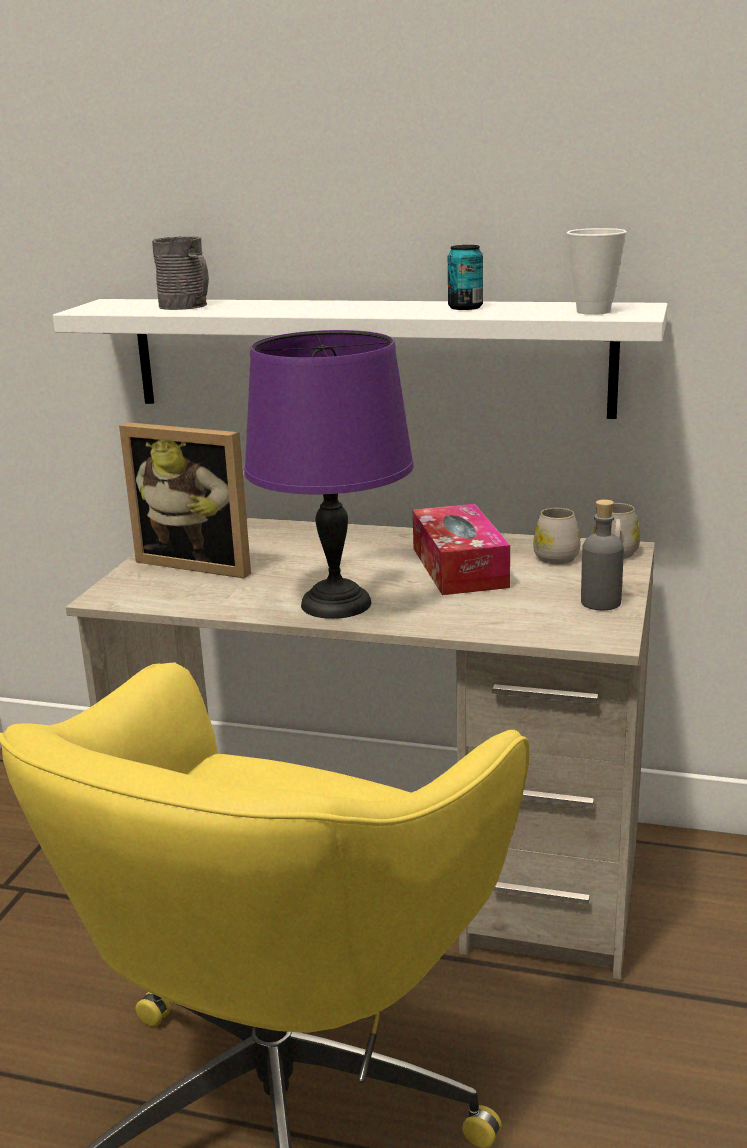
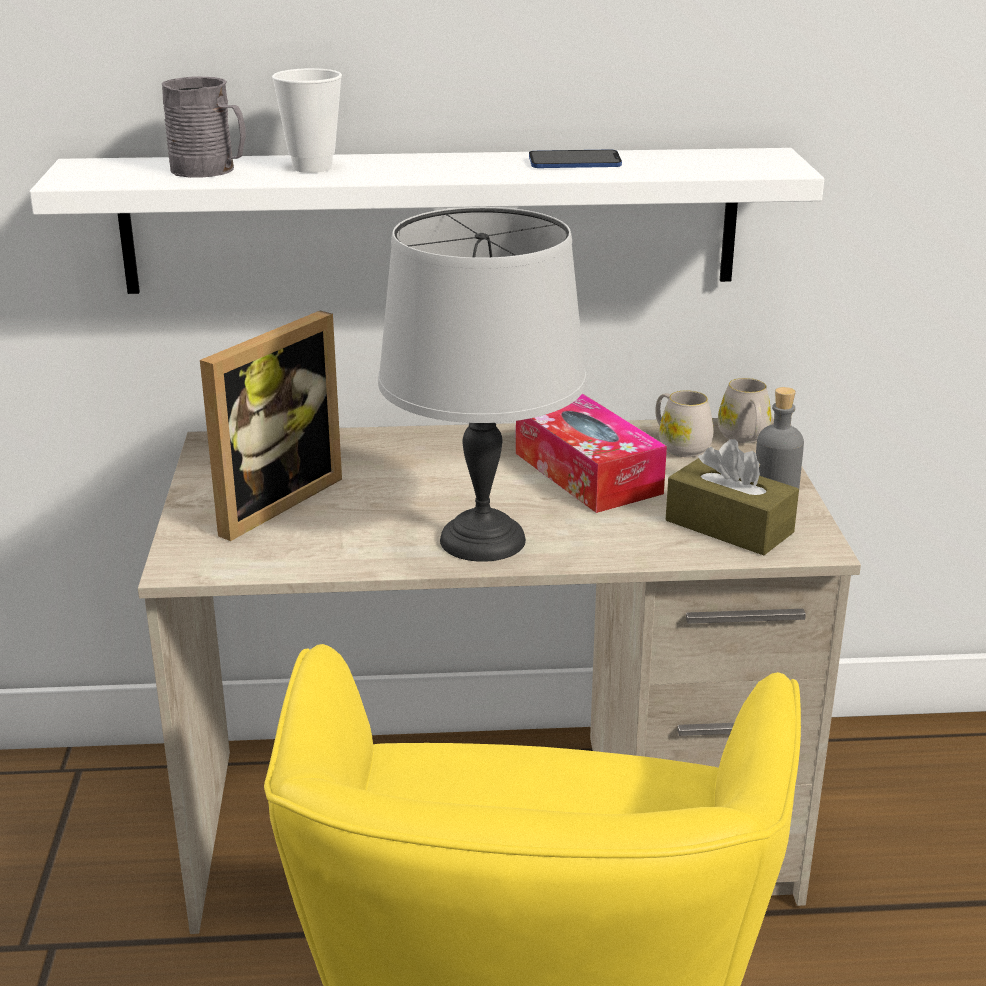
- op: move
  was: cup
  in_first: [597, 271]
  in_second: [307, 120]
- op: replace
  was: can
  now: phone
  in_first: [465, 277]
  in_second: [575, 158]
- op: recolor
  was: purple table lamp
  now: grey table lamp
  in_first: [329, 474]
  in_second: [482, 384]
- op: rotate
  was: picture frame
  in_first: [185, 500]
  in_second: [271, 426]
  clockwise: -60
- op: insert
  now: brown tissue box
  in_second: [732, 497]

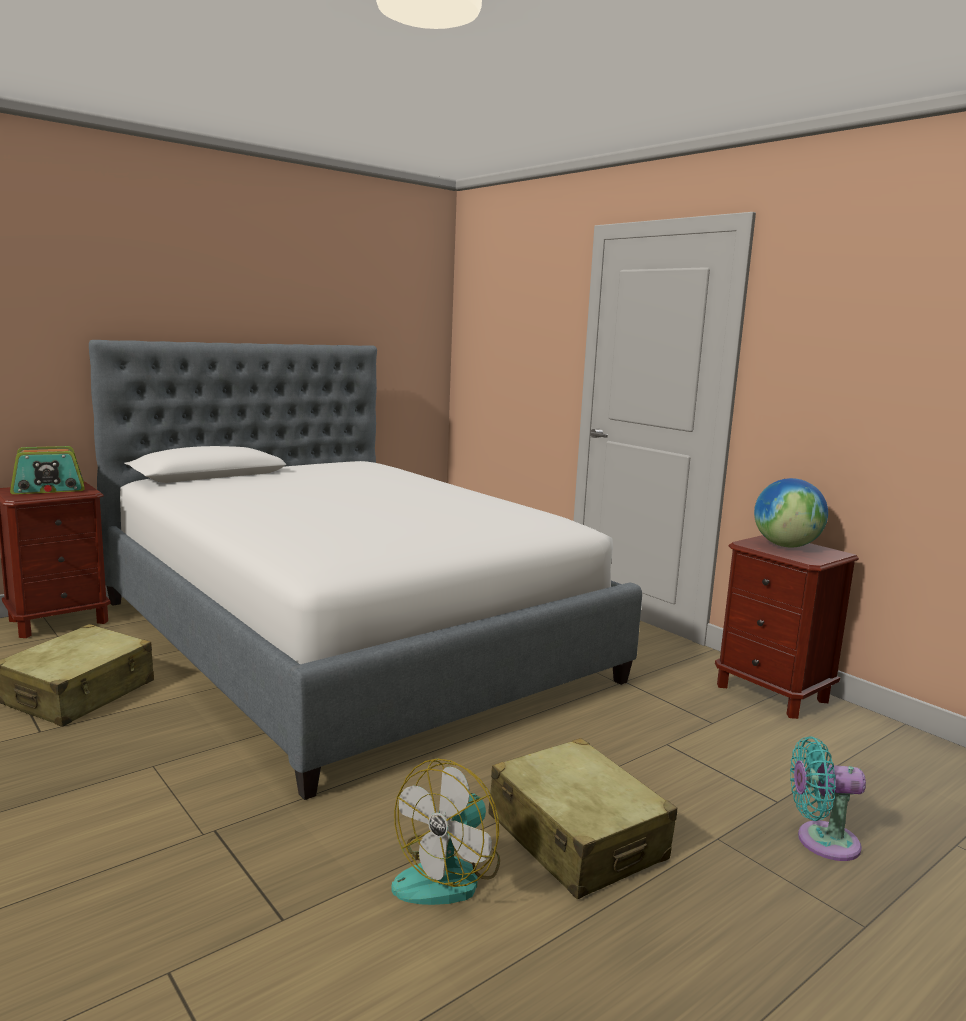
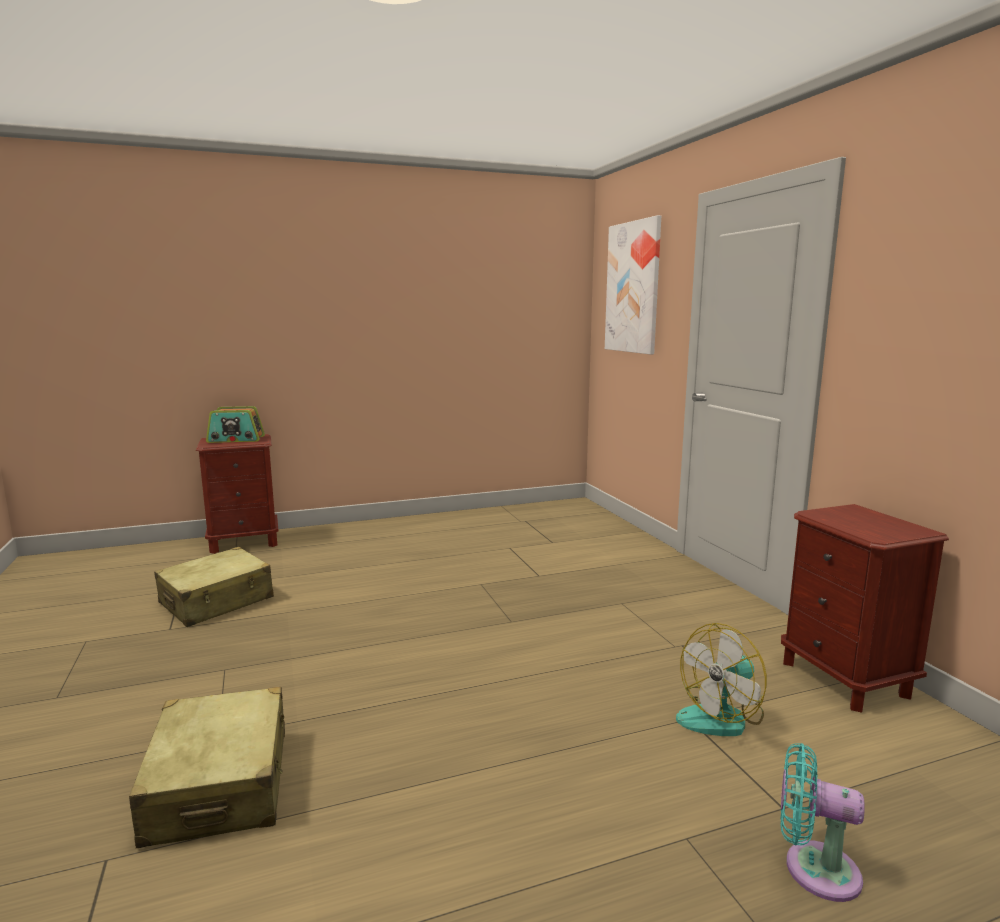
- op: delete
  was: bed
  in_first: [365, 570]
- op: delete
  was: globe
  in_first: [791, 513]
- op: move
  was: beige suitcase
  in_first: [582, 818]
  in_second: [207, 767]
- op: move
  was: fan
  in_first: [445, 831]
  in_second: [721, 679]
- op: insert
  now: picture
  in_second: [633, 284]

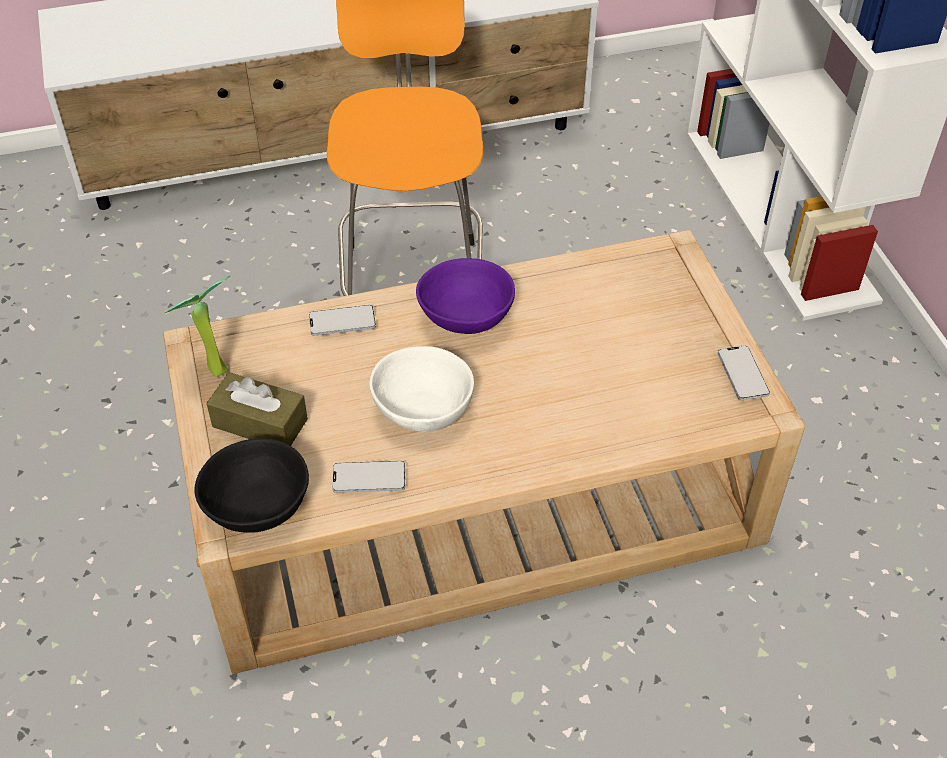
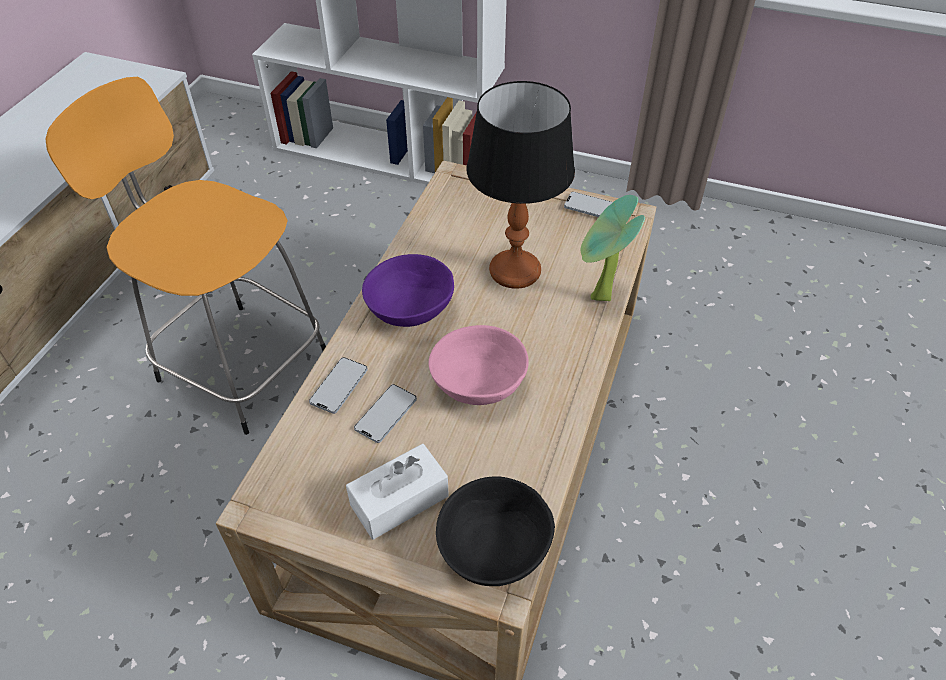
- op: move
  was: potted plant
  in_first: [197, 327]
  in_second: [613, 248]
- op: recolor
  was: white bowl
  now: pink bowl
  in_first: [422, 389]
  in_second: [479, 365]
- op: recolor
  was: brown tissue box
  now: white tissue box
  in_first: [257, 409]
  in_second: [397, 492]
- op: move
  was: phone
  in_first: [368, 477]
  in_second: [385, 413]
- op: insert
  now: table lamp
  in_second: [520, 185]

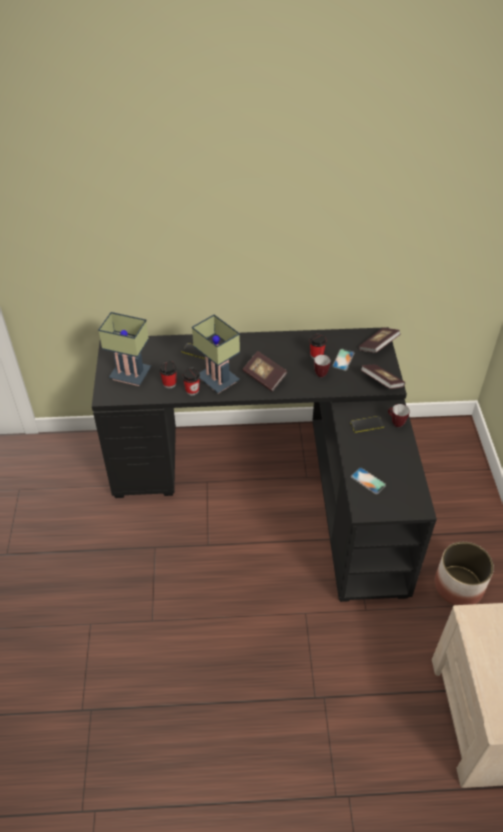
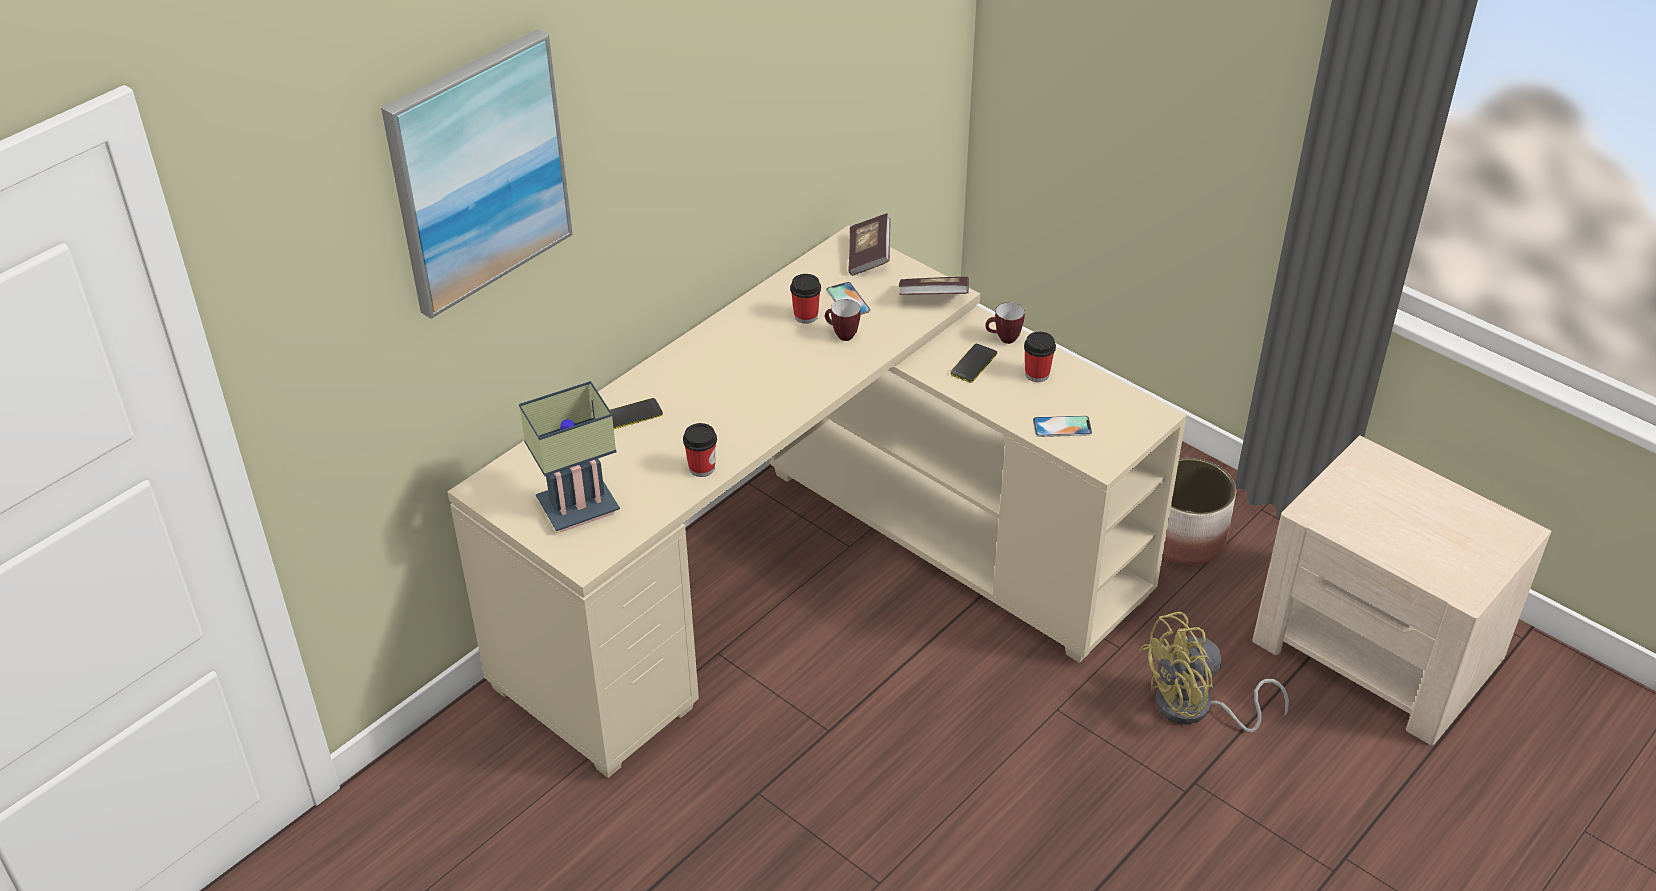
- op: delete
  was: table lamp
  in_first: [216, 354]
- op: recolor
  was: black desk
  now: beige desk
  in_first: [264, 464]
  in_second: [817, 502]
- op: delete
  was: book
  in_first: [264, 371]
- op: move
  was: cup
  in_first: [168, 374]
  in_second: [1040, 357]
- op: insert
  now: picture
  in_second: [477, 174]
- op: insert
  now: yellow fan
  in_second: [1214, 672]

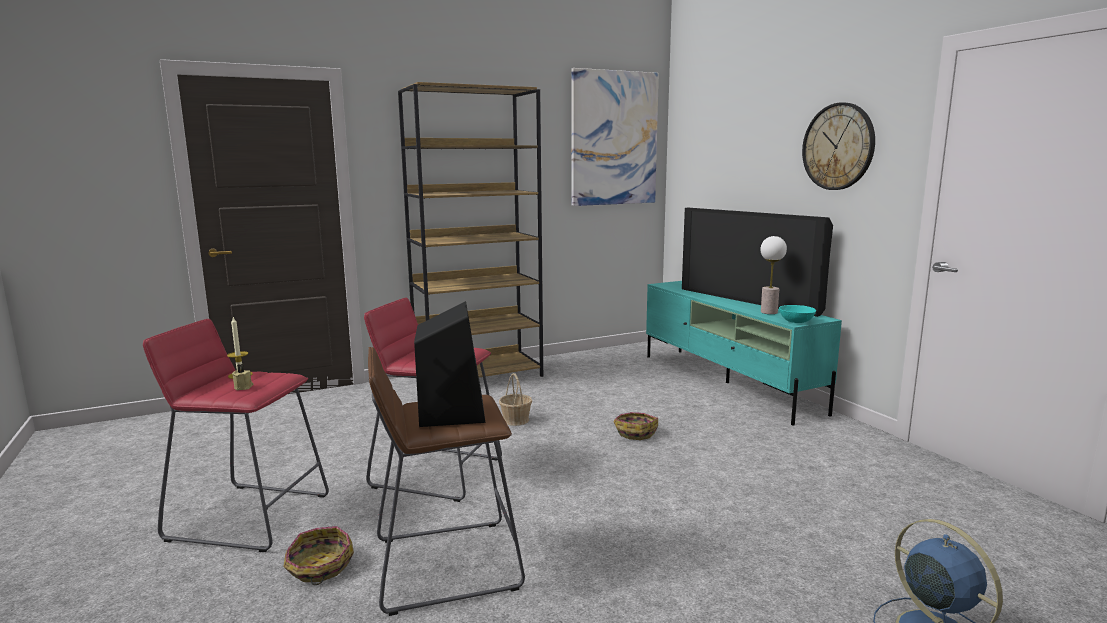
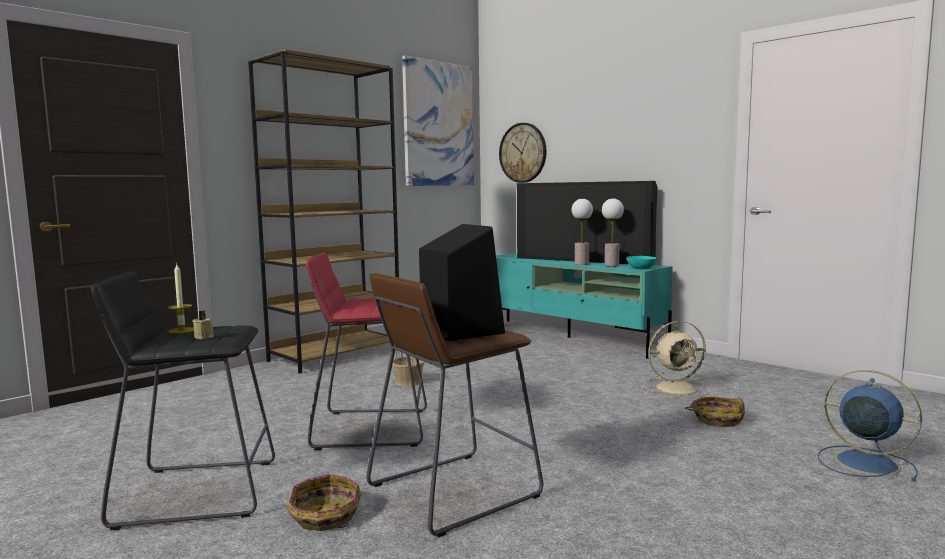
- op: move
  was: wall clock
  in_first: [838, 146]
  in_second: [523, 153]
- op: recolor
  was: red stool
  now: black stool
  in_first: [236, 435]
  in_second: [183, 401]
- op: move
  was: basket
  in_first: [636, 426]
  in_second: [715, 412]
- op: insert
  now: table lamp
  in_second: [582, 232]
- op: insert
  now: beige fan
  in_second: [675, 359]

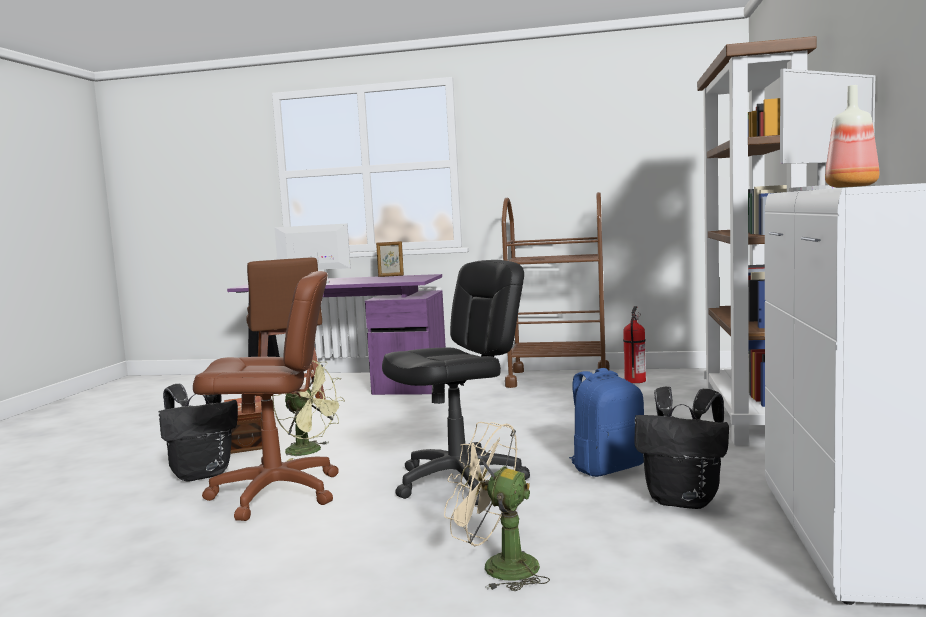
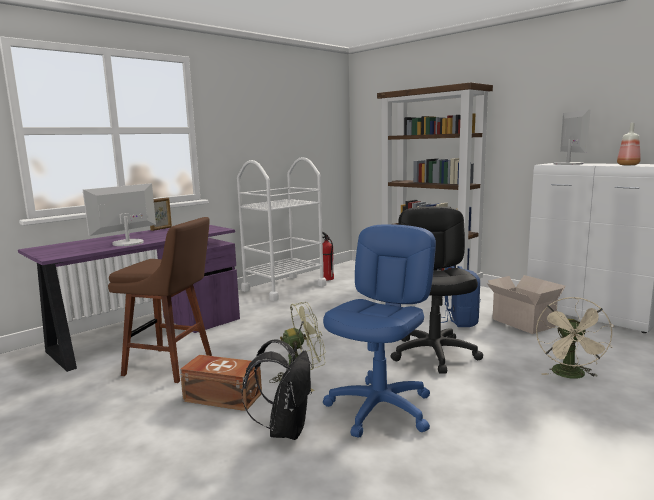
- op: recolor
  was: brown cart
  now: white cart
  in_first: [555, 290]
  in_second: [282, 229]
- op: recolor
  was: brown office chair
  now: blue office chair
  in_first: [266, 396]
  in_second: [379, 330]
- op: replace
  was: black backpack
  now: cardboard box
  in_first: [682, 448]
  in_second: [526, 304]
- op: rotate
  was: beige fan
  in_first: [497, 506]
  in_second: [575, 338]
  clockwise: -45

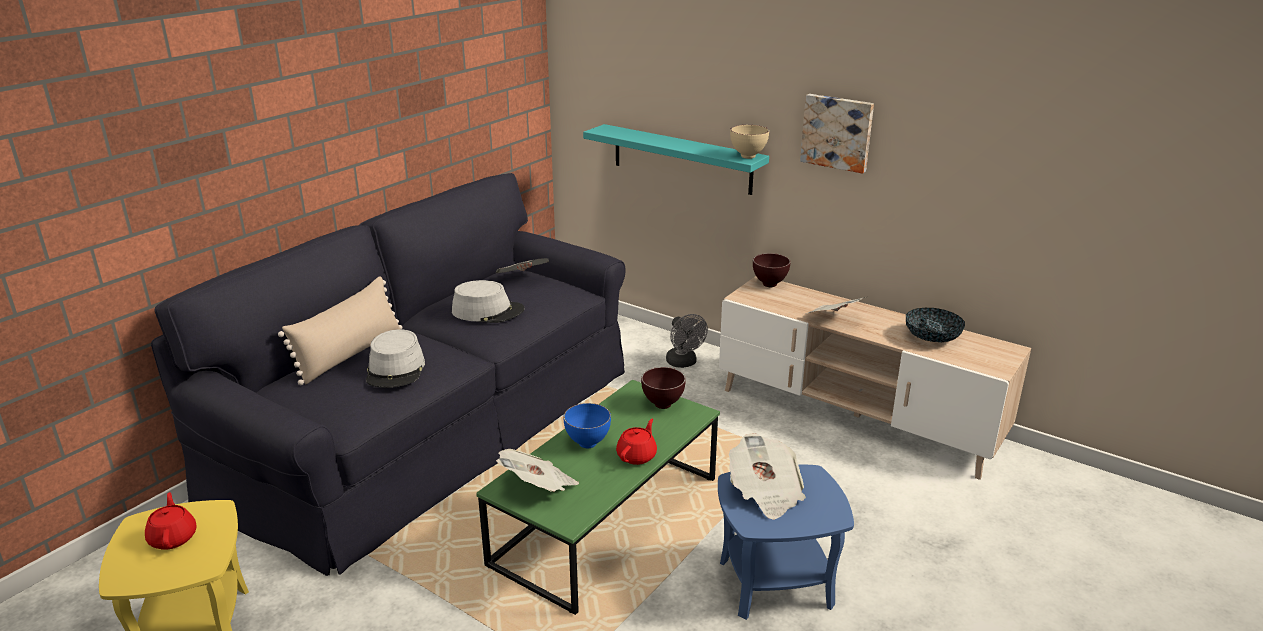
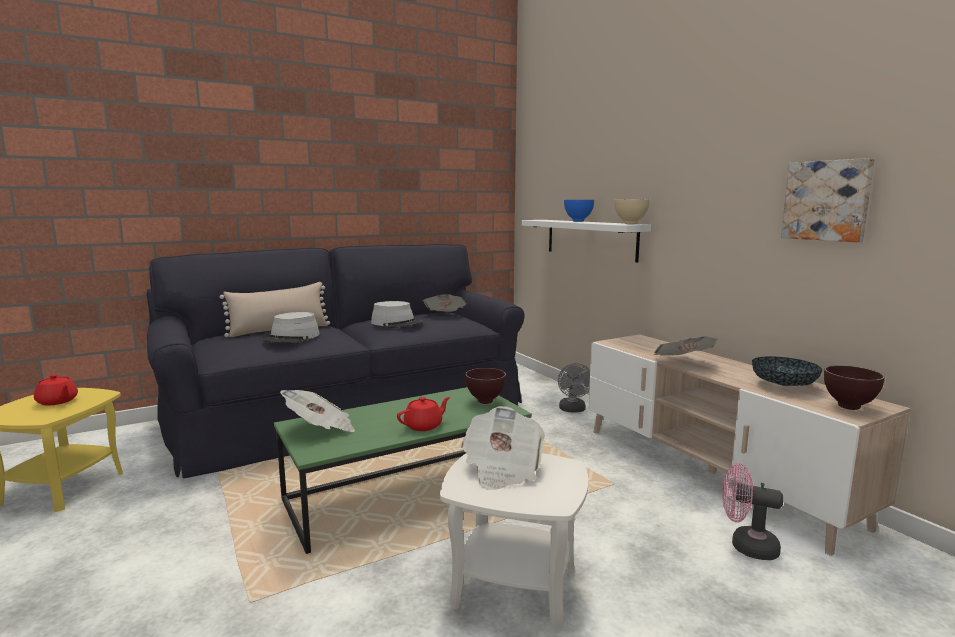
- op: move
  was: picture
  in_first: [837, 134]
  in_second: [827, 200]
- op: recolor
  was: turquoise shelf
  now: white shelf
  in_first: [676, 159]
  in_second: [586, 241]
- op: move
  was: brown bowl
  in_first: [771, 270]
  in_second: [854, 387]
- op: move
  was: blue bowl
  in_first: [587, 425]
  in_second: [579, 211]
- op: recolor
  was: blue side table
  now: white side table
  in_first: [786, 542]
  in_second: [514, 542]
- op: rotate
  was: red teapot
  in_first: [171, 521]
  in_second: [56, 390]
  clockwise: 120
- op: insert
  now: pink fan
  in_second: [752, 511]

